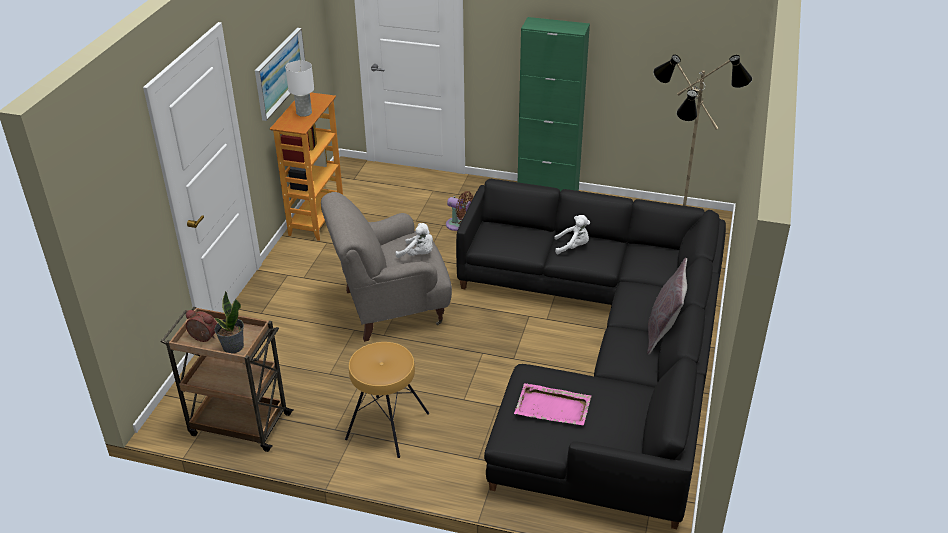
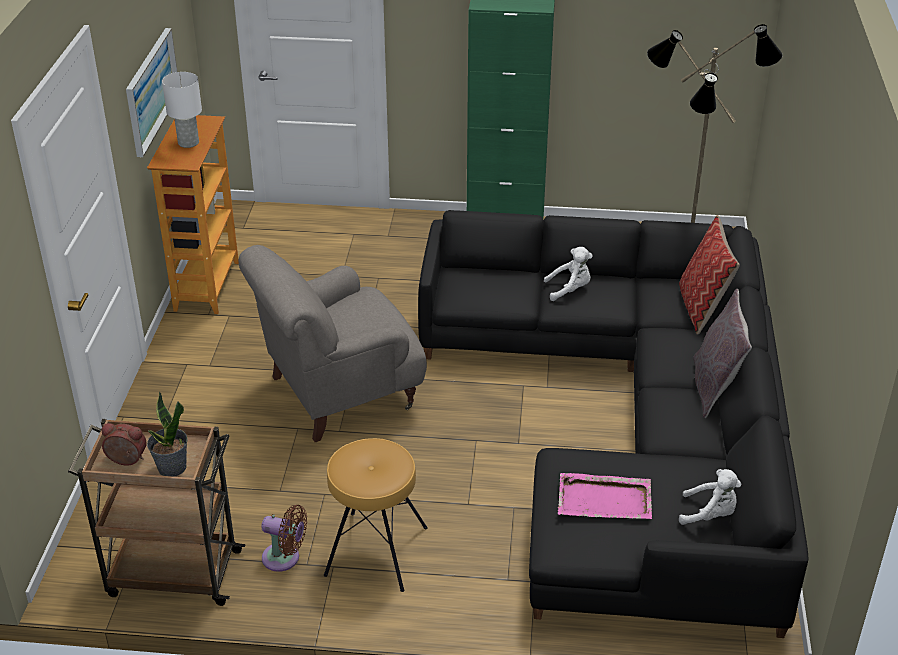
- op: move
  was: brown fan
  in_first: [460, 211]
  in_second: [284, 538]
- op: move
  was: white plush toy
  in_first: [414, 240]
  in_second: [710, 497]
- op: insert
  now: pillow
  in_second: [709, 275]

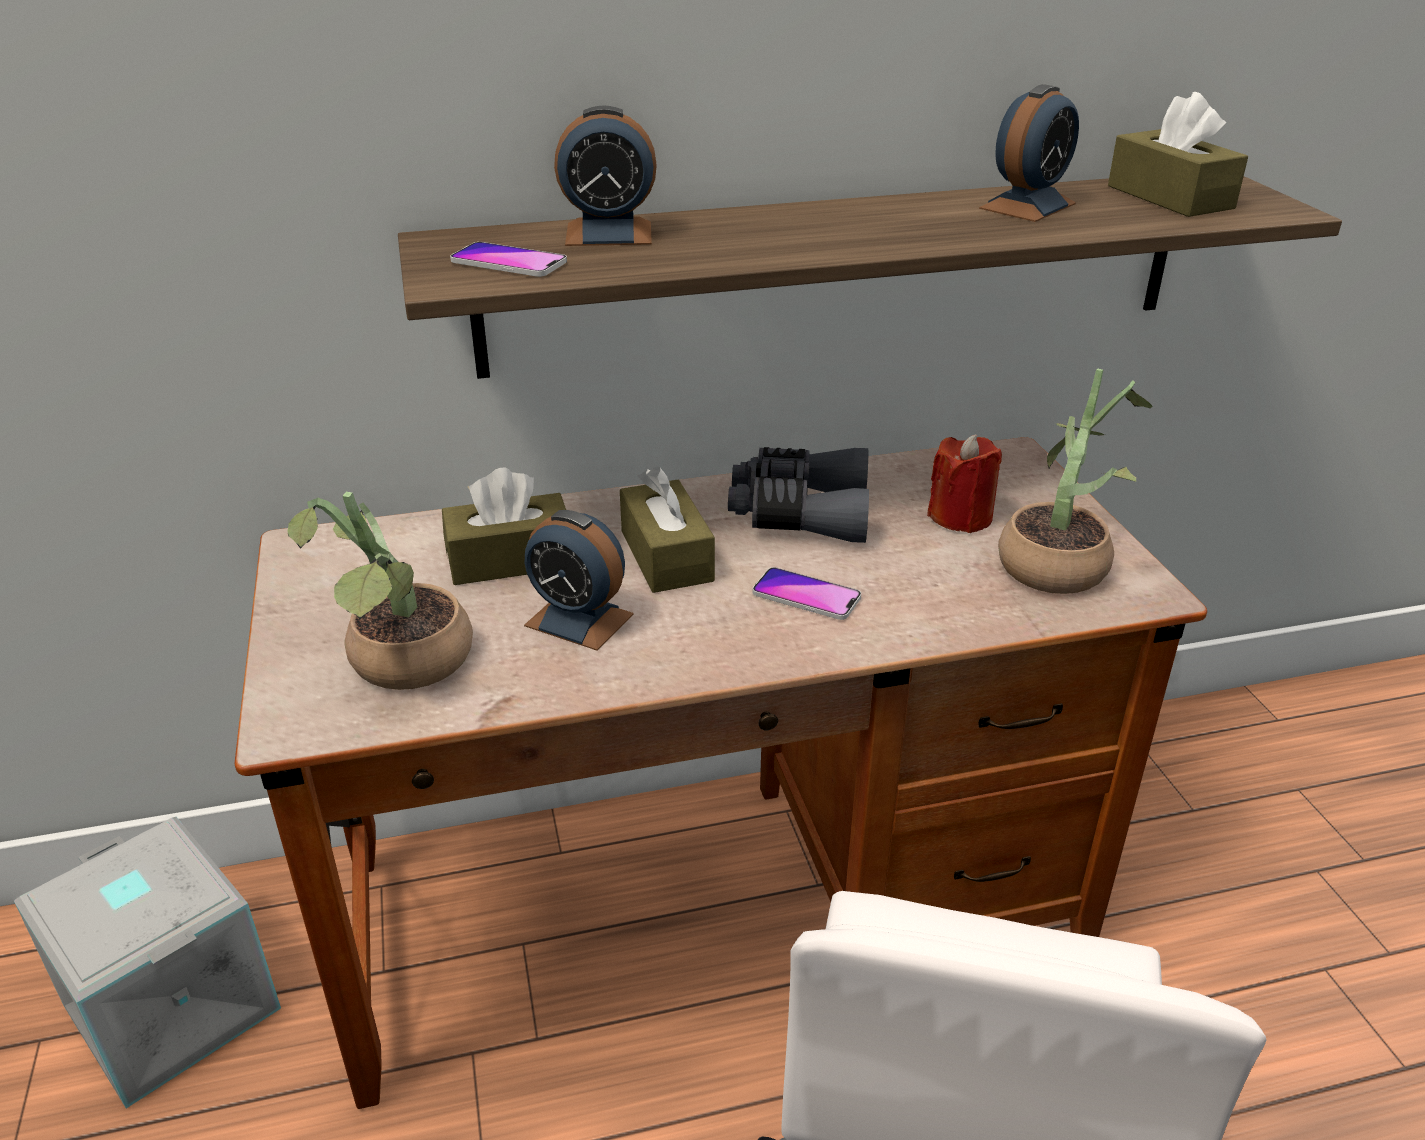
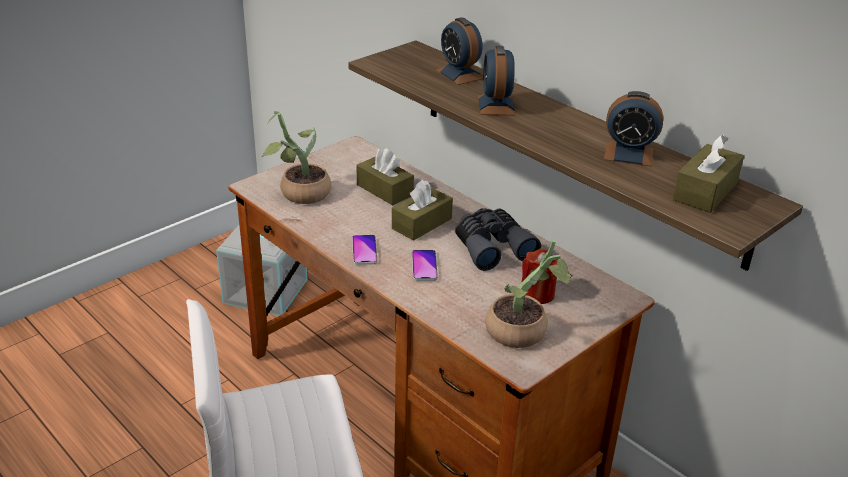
- op: move
  was: phone
  in_first: [508, 259]
  in_second: [365, 250]
- op: move
  was: alarm clock
  in_first: [579, 580]
  in_second: [496, 80]

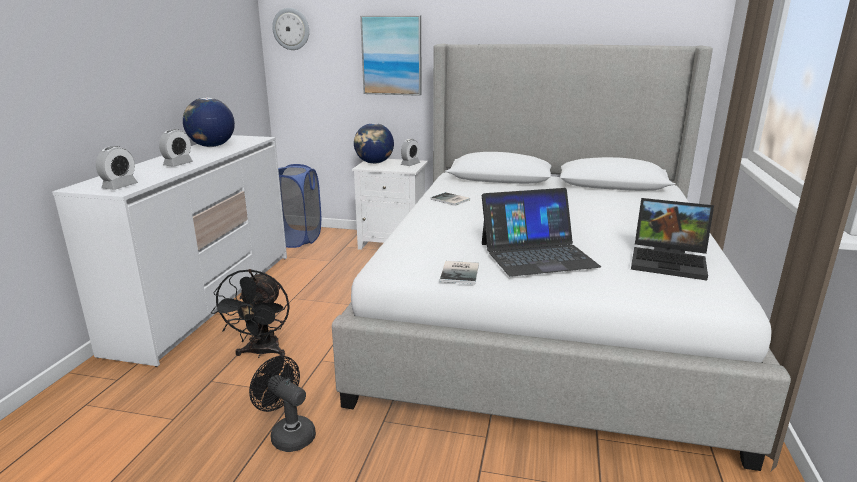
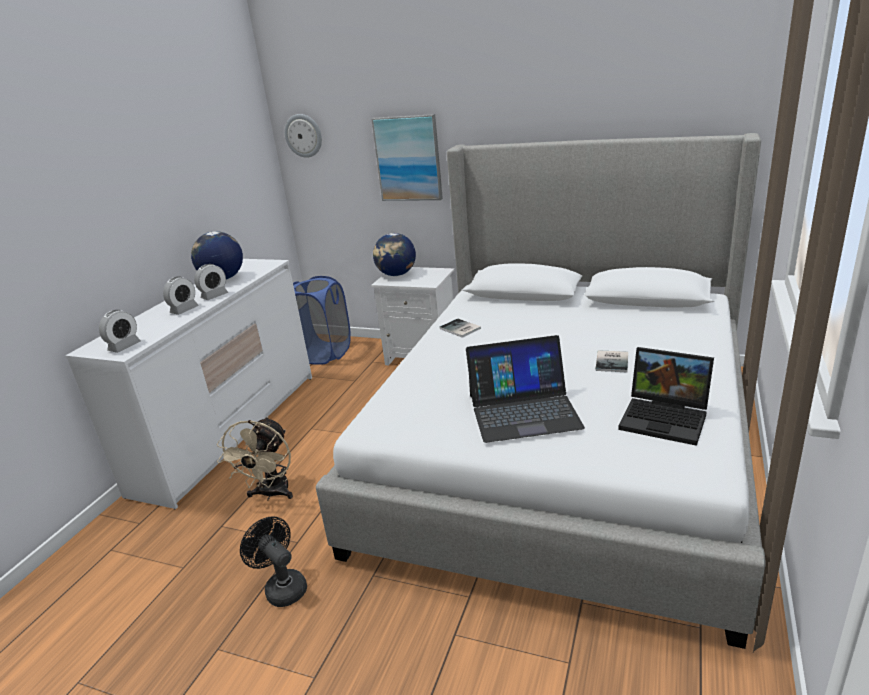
- op: move
  was: alarm clock
  in_first: [410, 152]
  in_second: [211, 282]
- op: move
  was: book
  in_first: [459, 272]
  in_second: [611, 361]
- op: recolor
  was: black fan
  now: beige fan
  in_first: [250, 313]
  in_second: [255, 458]

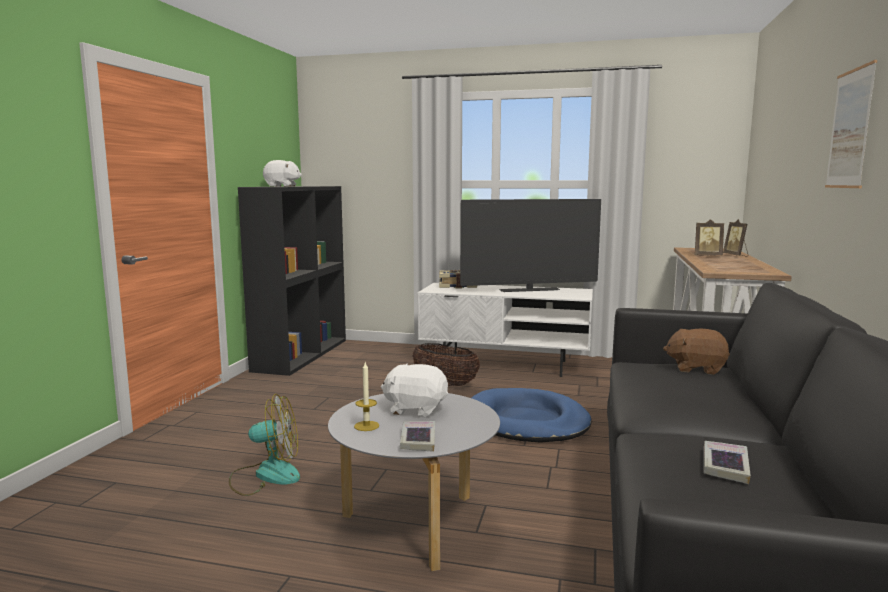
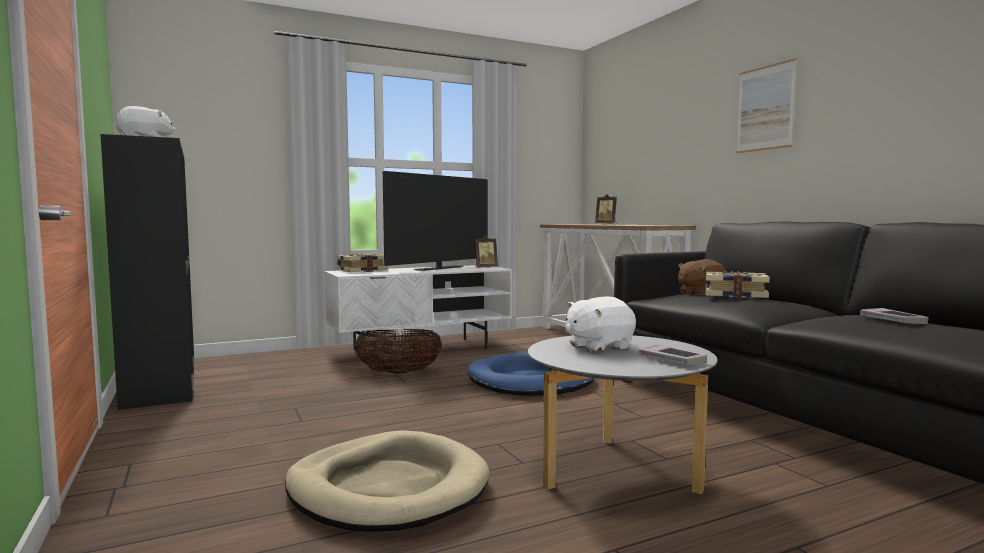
- op: move
  was: picture frame
  in_first: [709, 237]
  in_second: [486, 252]
- op: delete
  was: candle
  in_first: [366, 396]
- op: replace
  was: fan
  now: beige dog bed
  in_first: [264, 445]
  in_second: [387, 481]
- op: insert
  now: book
  in_second: [737, 284]

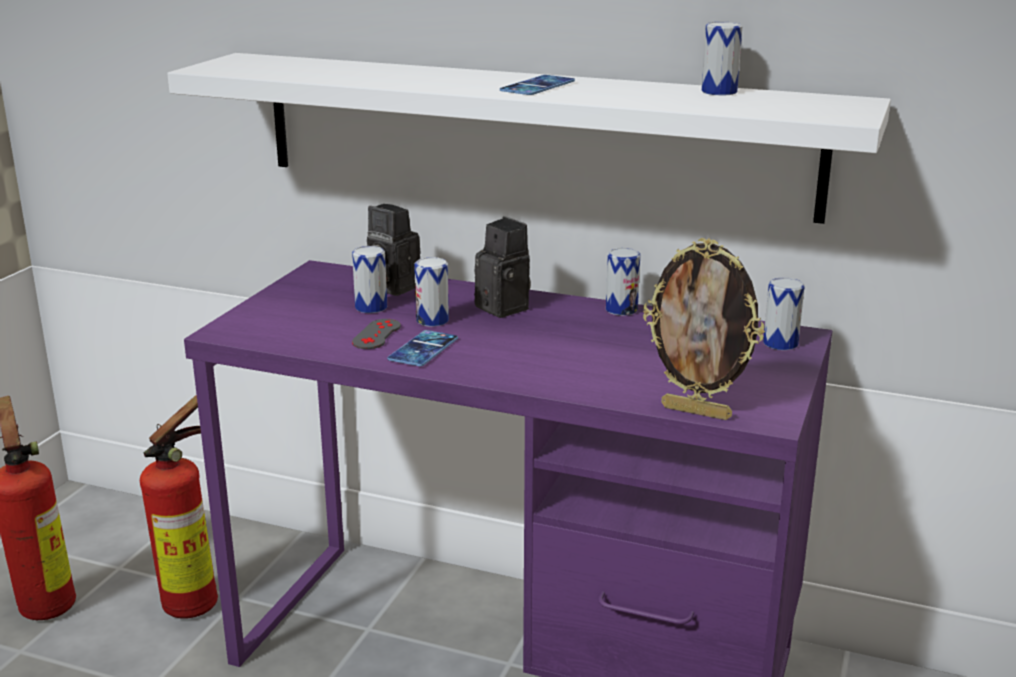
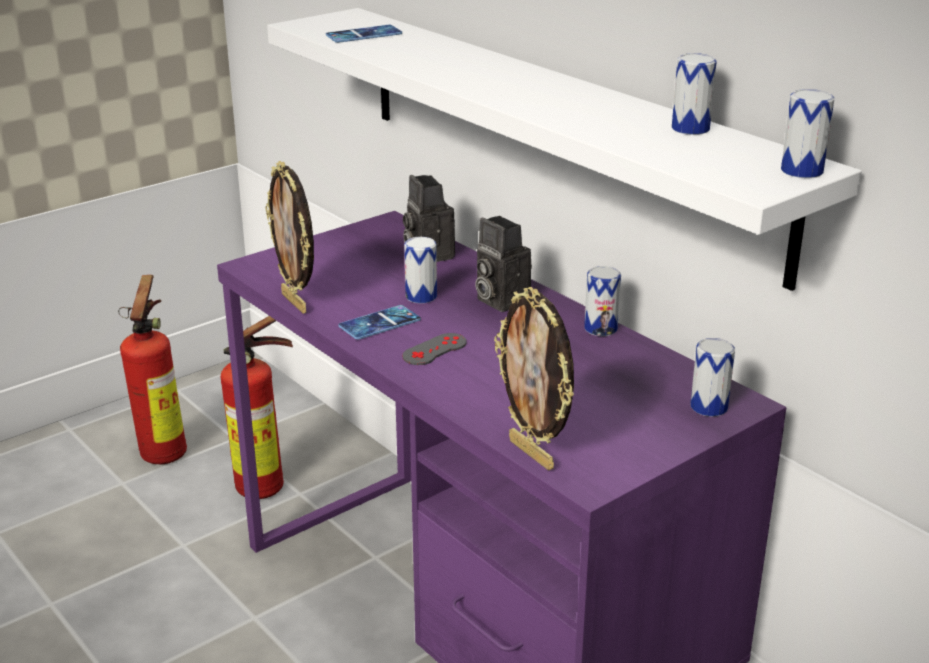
- op: move
  was: phone
  in_first: [537, 85]
  in_second: [364, 34]
- op: rotate
  was: photo camera
  in_first: [502, 267]
  in_second: [503, 264]
  clockwise: 150
- op: move
  was: can
  in_first: [369, 279]
  in_second: [807, 133]
- op: move
  was: grey game controller
  in_first: [376, 334]
  in_second: [434, 349]
- op: insert
  now: picture frame
  in_second: [290, 237]

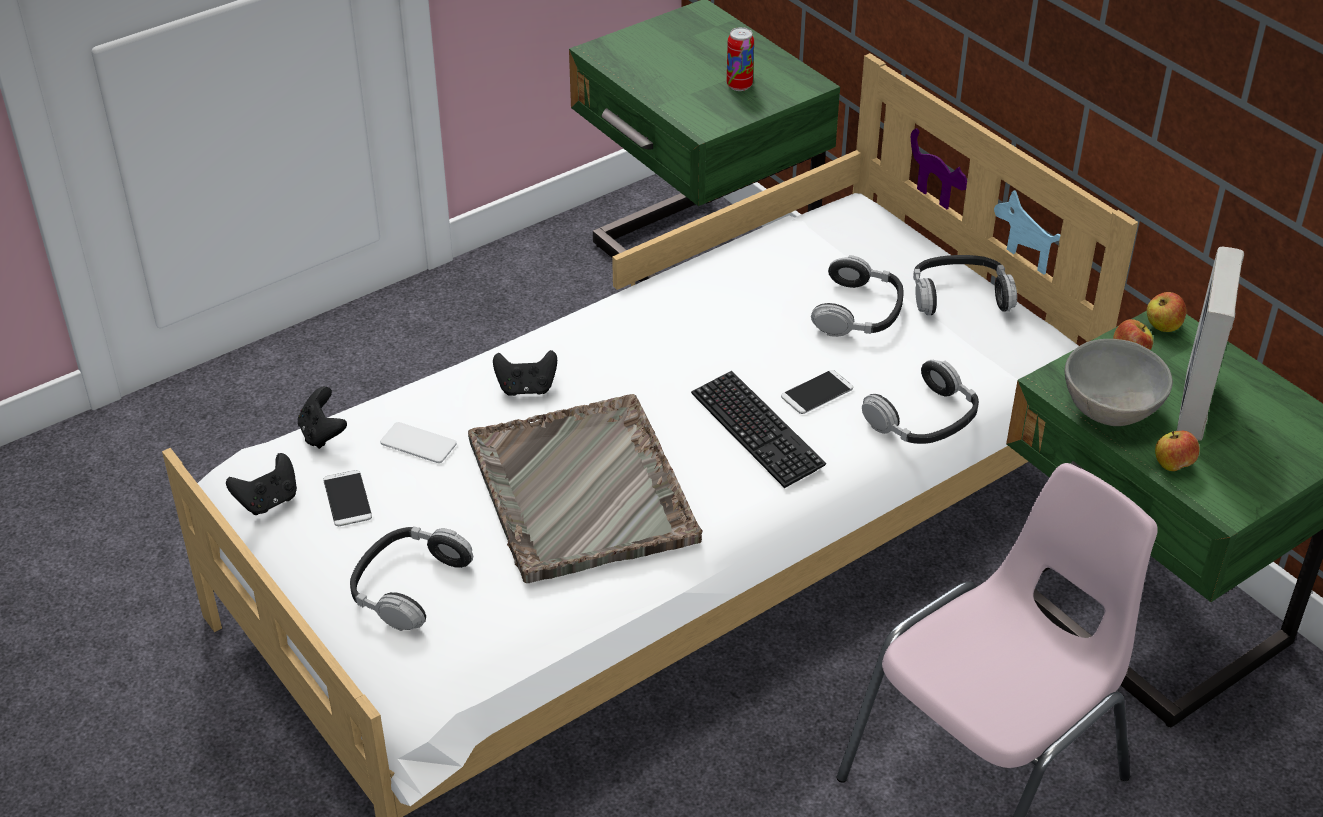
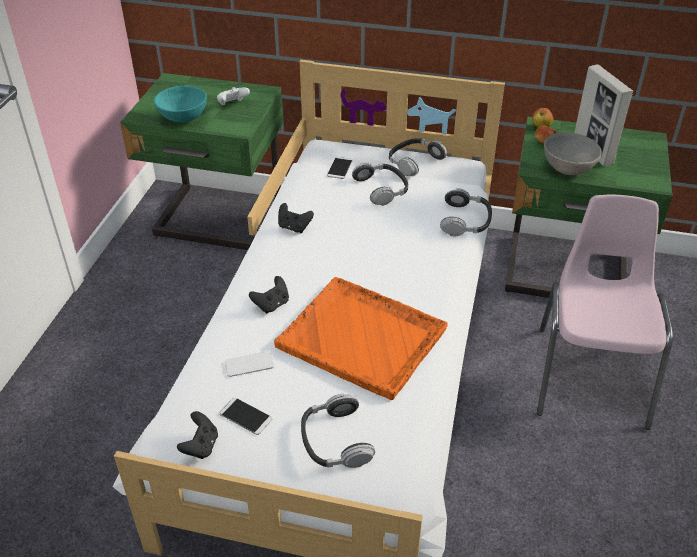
- op: replace
  was: can
  now: white game controller
  in_first: [740, 59]
  in_second: [233, 96]
- op: move
  was: phone
  in_first: [817, 392]
  in_second: [340, 168]
- op: delete
  was: keyboard
  in_first: [758, 429]
- op: move
  was: black game controller
  in_first: [322, 417]
  in_second: [296, 218]
- op: recolor
  was: grey tray
  now: orange tray
  in_first: [585, 488]
  in_second: [361, 338]
- op: delete
  was: apple
  in_first: [1177, 451]
- op: insert
  now: turquoise bowl
  in_second: [180, 104]

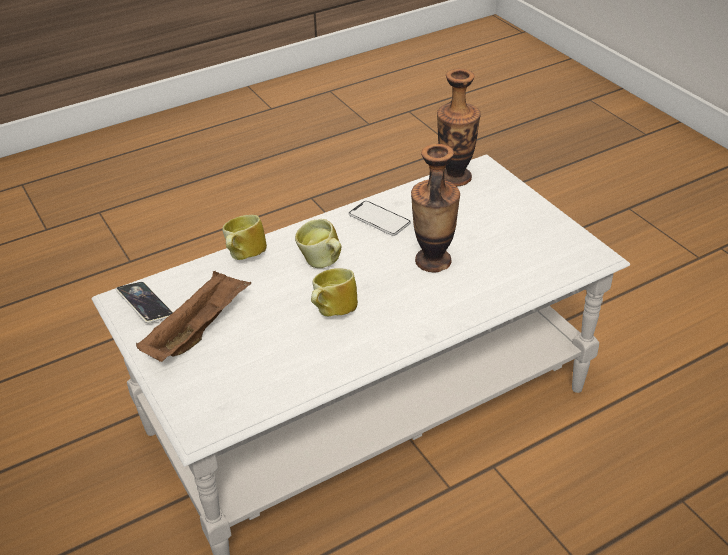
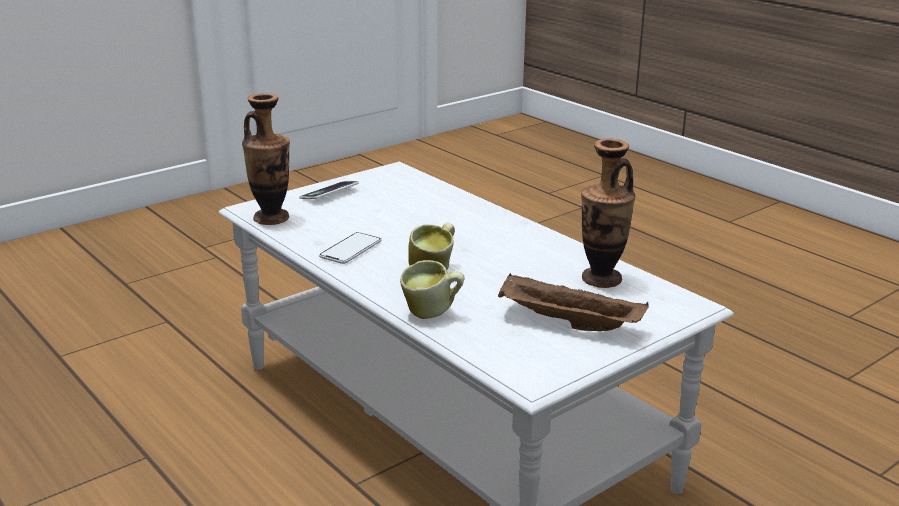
- op: move
  was: vase
  in_first: [435, 208]
  in_second: [608, 213]
- op: delete
  was: mug
  in_first: [334, 292]
- op: move
  was: phone
  in_first: [144, 302]
  in_second: [329, 190]

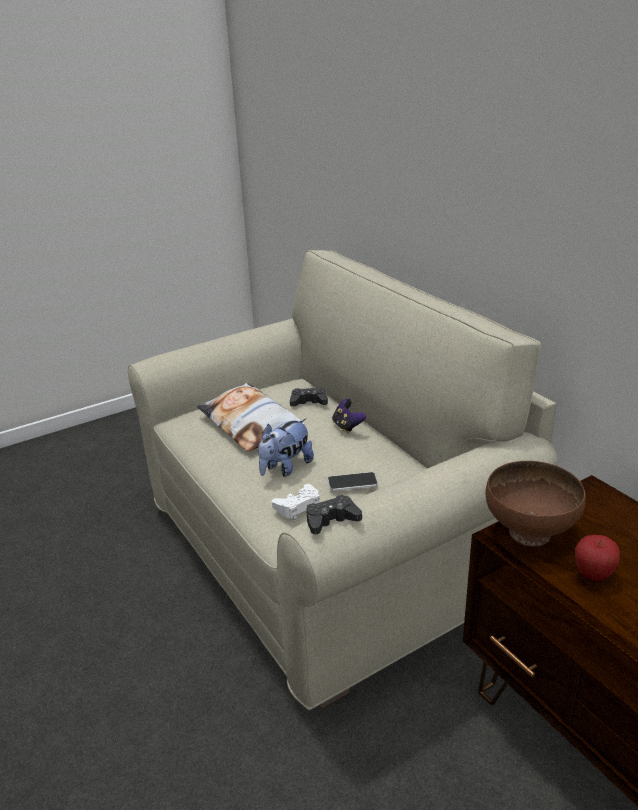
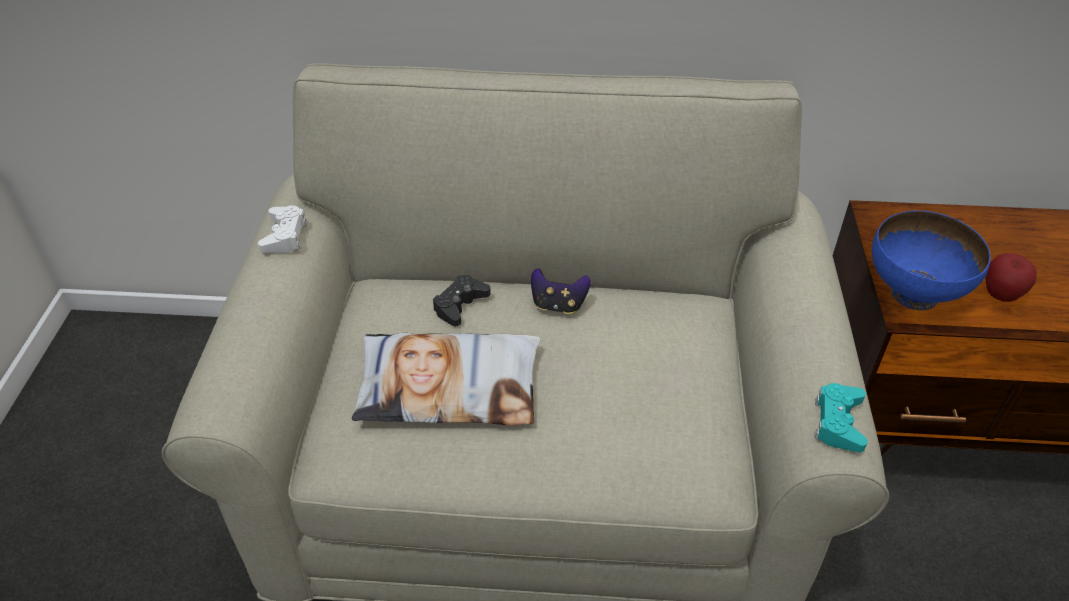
- op: delete
  was: plush toy
  in_first: [286, 447]
- op: recolor
  was: brown bowl
  now: blue bowl
  in_first: [536, 503]
  in_second: [931, 260]
- op: delete
  was: phone
  in_first: [353, 481]
- op: move
  was: white game controller
  in_first: [296, 502]
  in_second: [282, 229]
- op: recolor
  was: black game controller
  now: turquoise game controller
  in_first: [334, 514]
  in_second: [841, 417]

